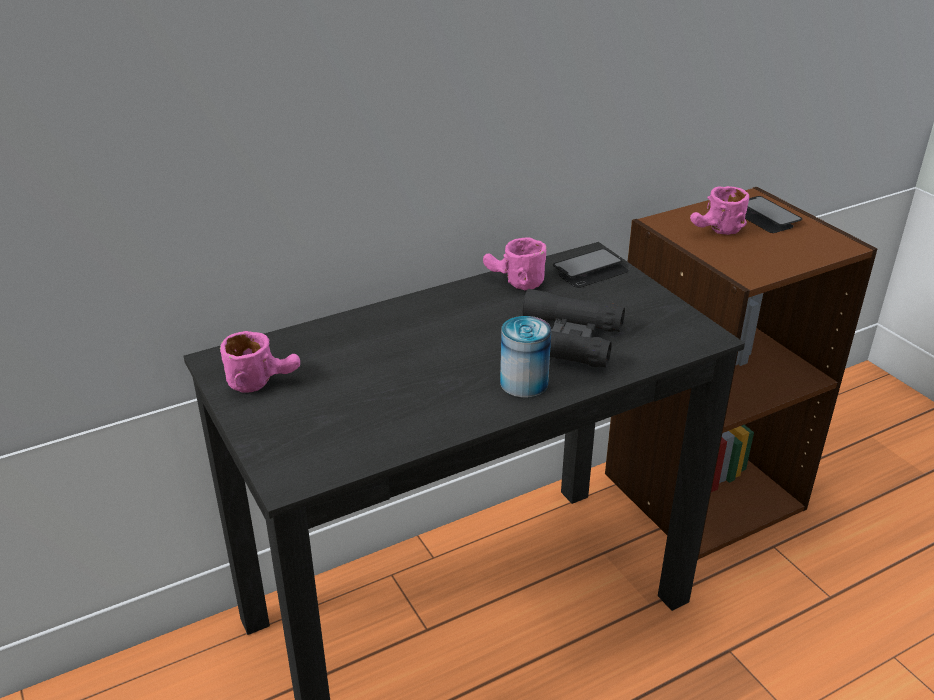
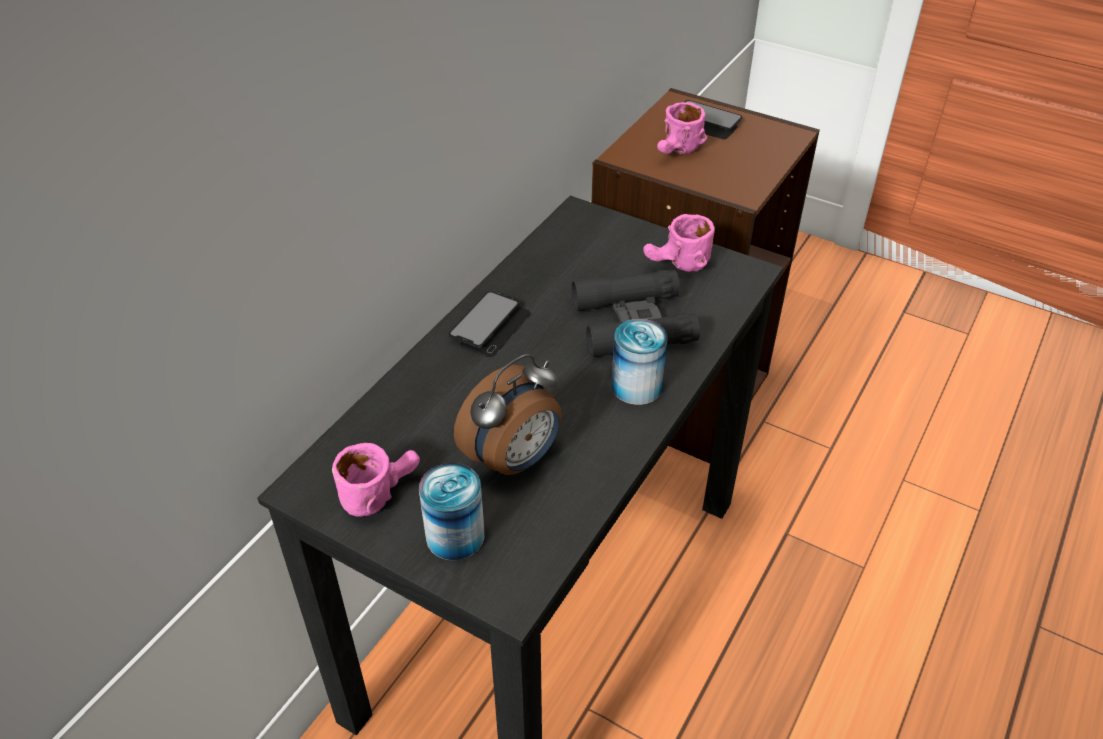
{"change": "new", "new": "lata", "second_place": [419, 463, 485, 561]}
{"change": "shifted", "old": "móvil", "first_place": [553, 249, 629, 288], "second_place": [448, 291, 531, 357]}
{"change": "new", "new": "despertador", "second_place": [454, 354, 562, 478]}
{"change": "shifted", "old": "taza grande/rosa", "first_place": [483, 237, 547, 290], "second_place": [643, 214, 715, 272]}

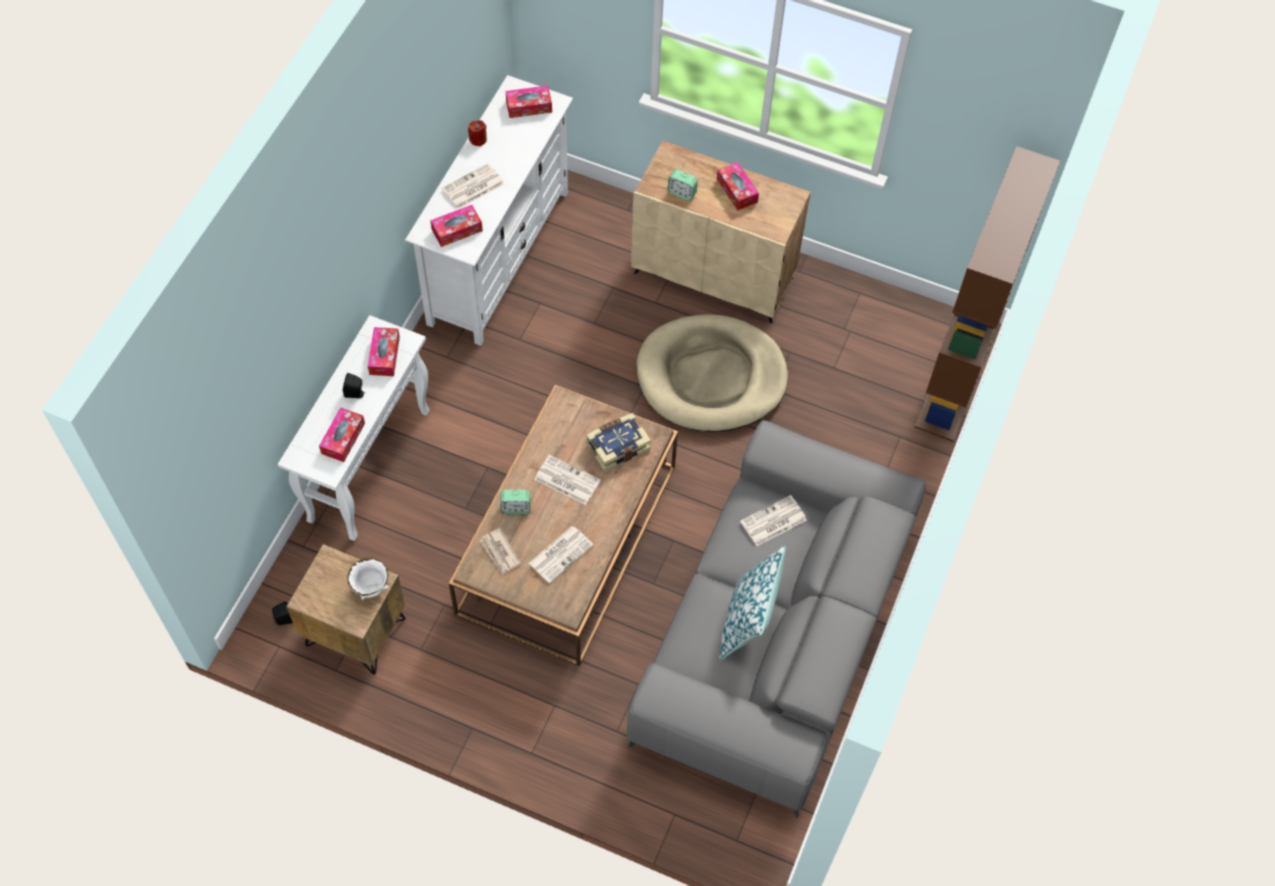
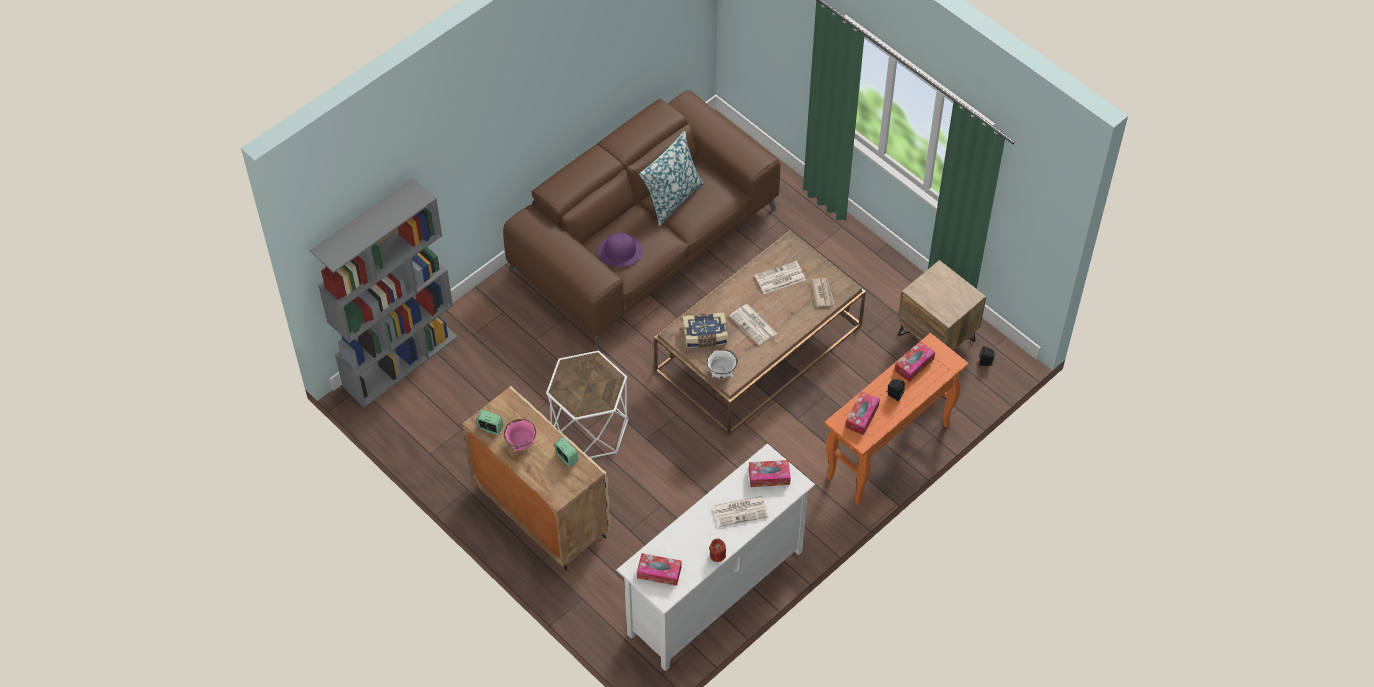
{"change": "repainted", "old": "estantería/marrón", "new": "estantería/gris", "first_place": [914, 146, 1060, 442], "second_place": [310, 178, 458, 408]}
{"change": "shifted", "old": "despertador", "first_place": [500, 490, 530, 514], "second_place": [476, 410, 503, 435]}
{"change": "repainted", "old": "sofá/gris", "new": "sofá/marrón", "first_place": [627, 420, 926, 818], "second_place": [503, 90, 780, 349]}
{"change": "swapped", "old": "caja de pañuelos", "new": "cuenco/rosa", "first_place": [717, 162, 759, 211], "second_place": [504, 419, 536, 453]}
{"change": "swapped", "old": "cama para perro/beis", "new": "mesa auxiliar/blanco", "first_place": [636, 314, 788, 432], "second_place": [546, 351, 629, 458]}
{"change": "swapped", "old": "periódico", "new": "sombrero/morado", "first_place": [740, 495, 807, 546], "second_place": [598, 233, 643, 267]}
{"change": "shifted", "old": "cuenco/blanco", "first_place": [347, 558, 389, 600], "second_place": [707, 349, 738, 379]}
{"change": "repainted", "old": "mesa consola/blanco", "new": "mesa consola/naranja", "first_place": [278, 315, 430, 541], "second_place": [824, 333, 969, 505]}

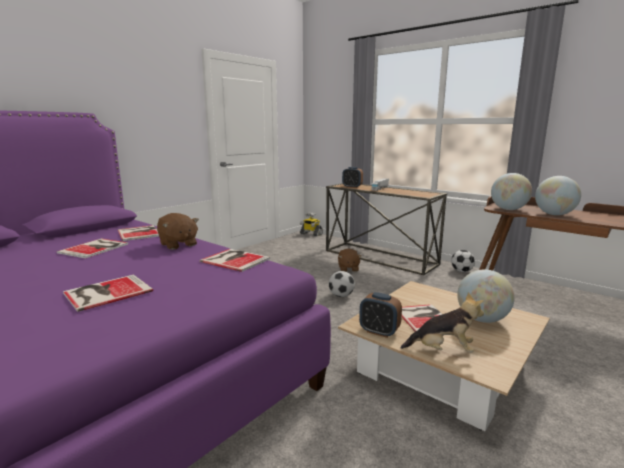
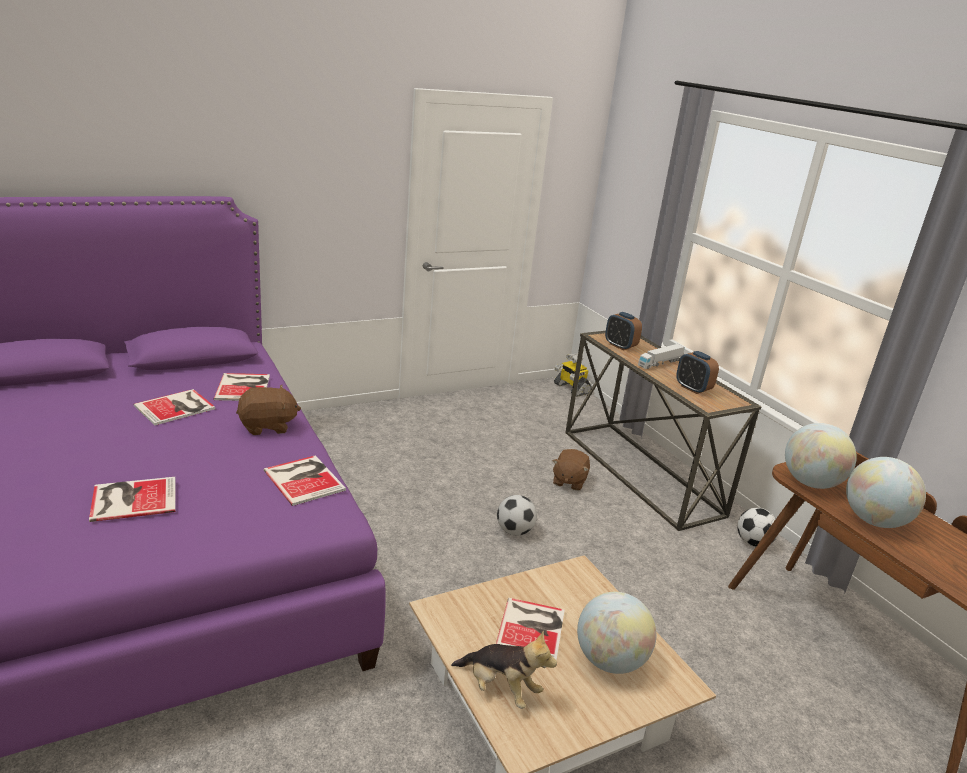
{"change": "rotated", "old": "peluche/marrón", "first_place": [157, 213, 199, 250], "second_place": [236, 385, 301, 435], "degrees": -90}
{"change": "shifted", "old": "despertador", "first_place": [359, 292, 402, 338], "second_place": [676, 351, 719, 394]}

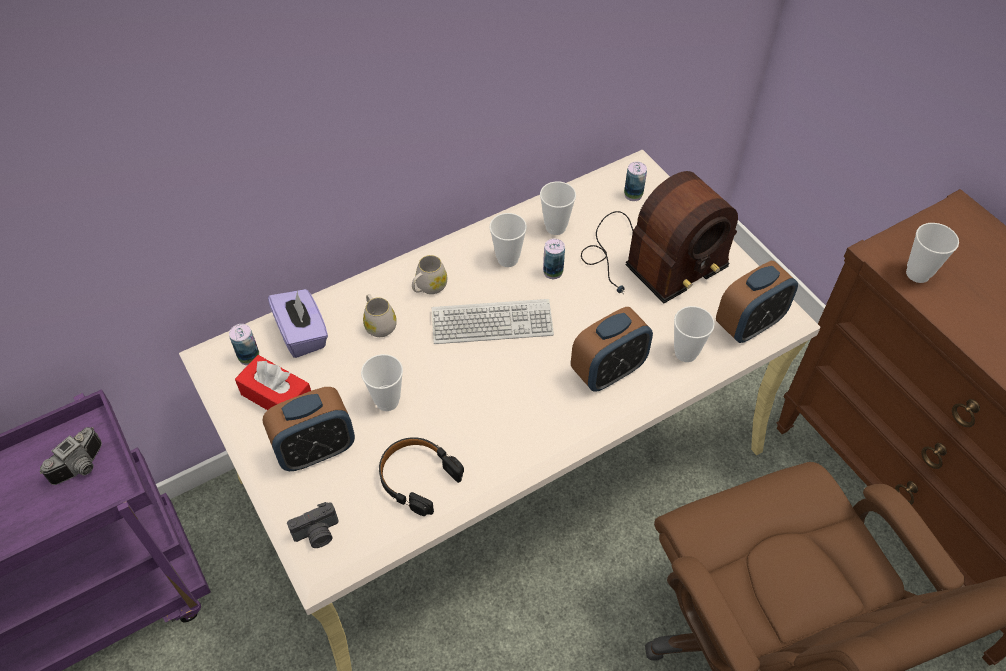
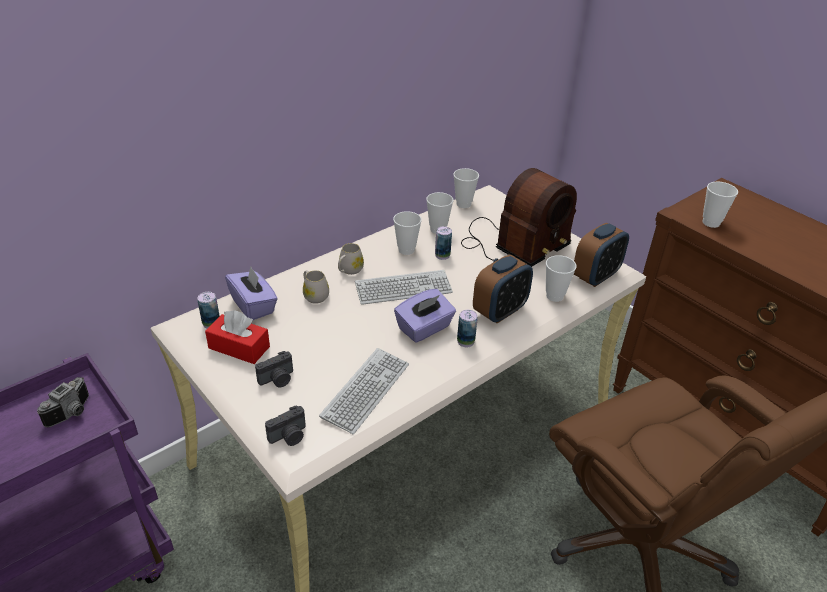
{"change": "swapped", "old": "despertador", "new": "cámara", "first_place": [262, 387, 355, 471], "second_place": [255, 351, 293, 388]}
{"change": "swapped", "old": "auriculares/negro", "new": "teclado", "first_place": [379, 437, 464, 516], "second_place": [319, 348, 409, 434]}
{"change": "new", "new": "caja de pañuelos/morado", "second_place": [394, 289, 456, 343]}
{"change": "shifted", "old": "taza", "first_place": [361, 354, 403, 411], "second_place": [453, 168, 479, 208]}
{"change": "shifted", "old": "lata", "first_place": [624, 162, 647, 201], "second_place": [457, 310, 478, 347]}

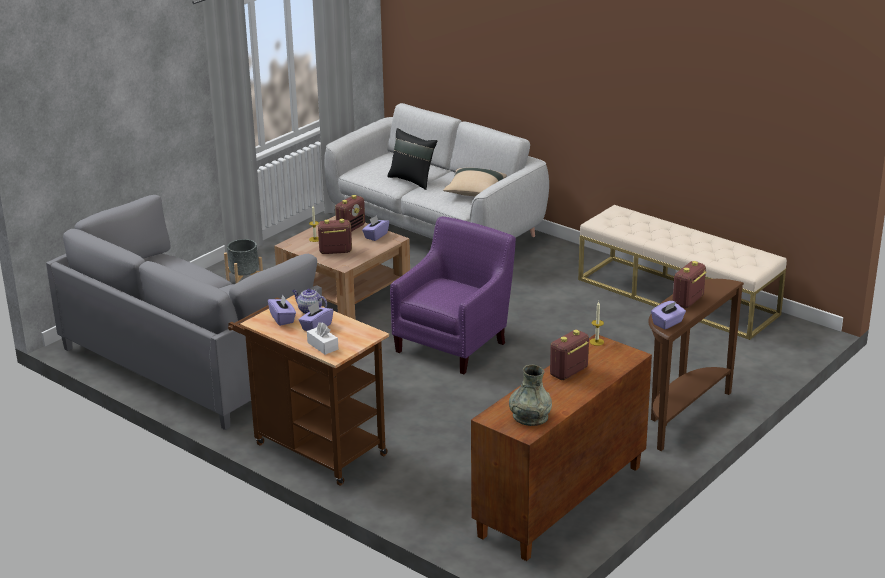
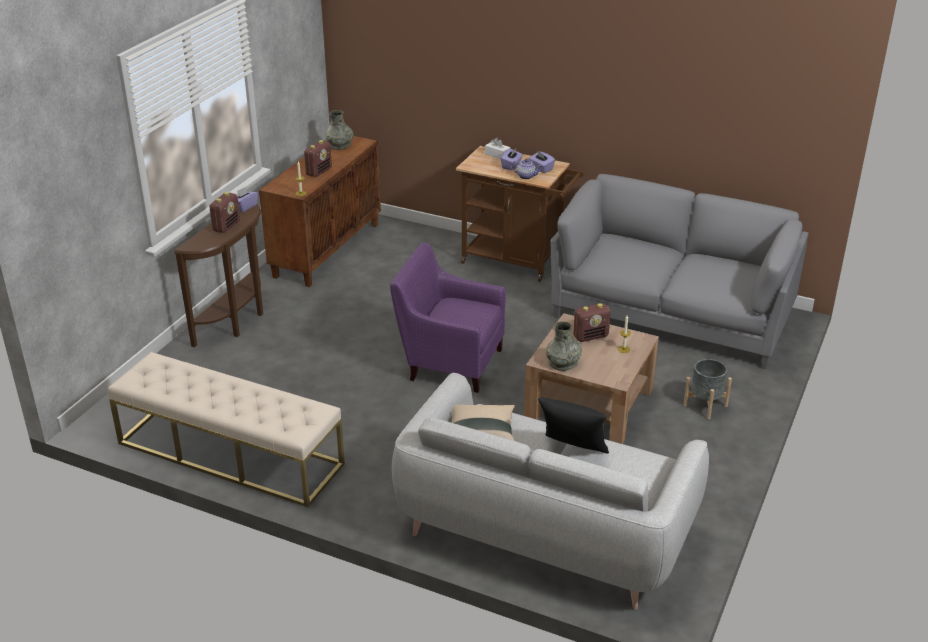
{"change": "rotated", "old": "sillón/morado", "first_place": [390, 216, 516, 374], "second_place": [390, 243, 506, 393], "degrees": 90}
{"change": "swapped", "old": "caja de pañuelos/morado", "new": "florero/gris", "first_place": [362, 215, 389, 241], "second_place": [546, 321, 582, 371]}
{"change": "gone", "old": "radio", "first_place": [335, 195, 365, 232]}

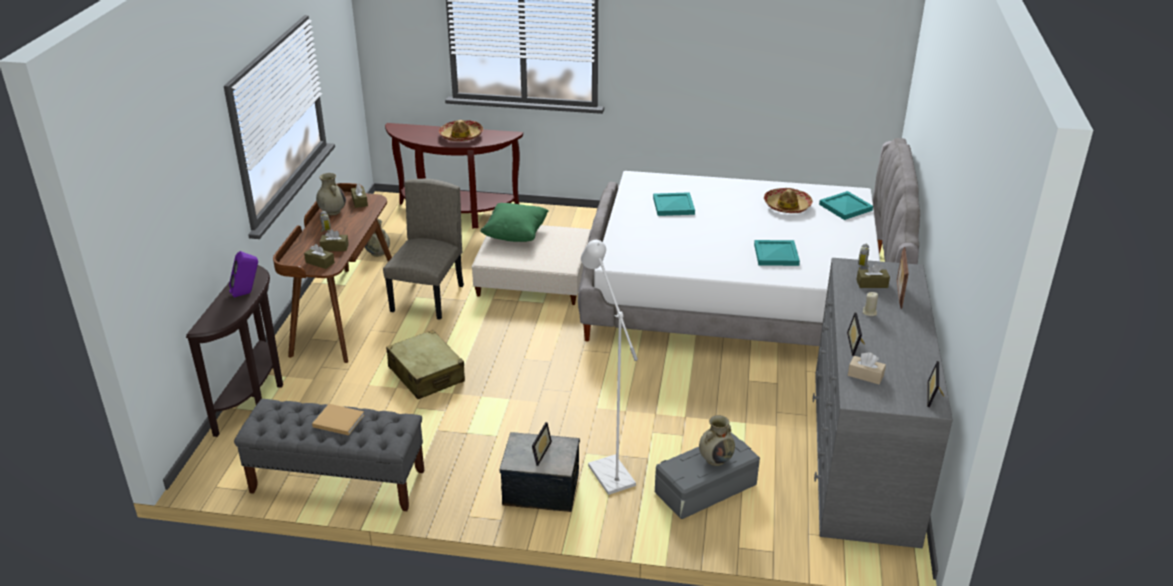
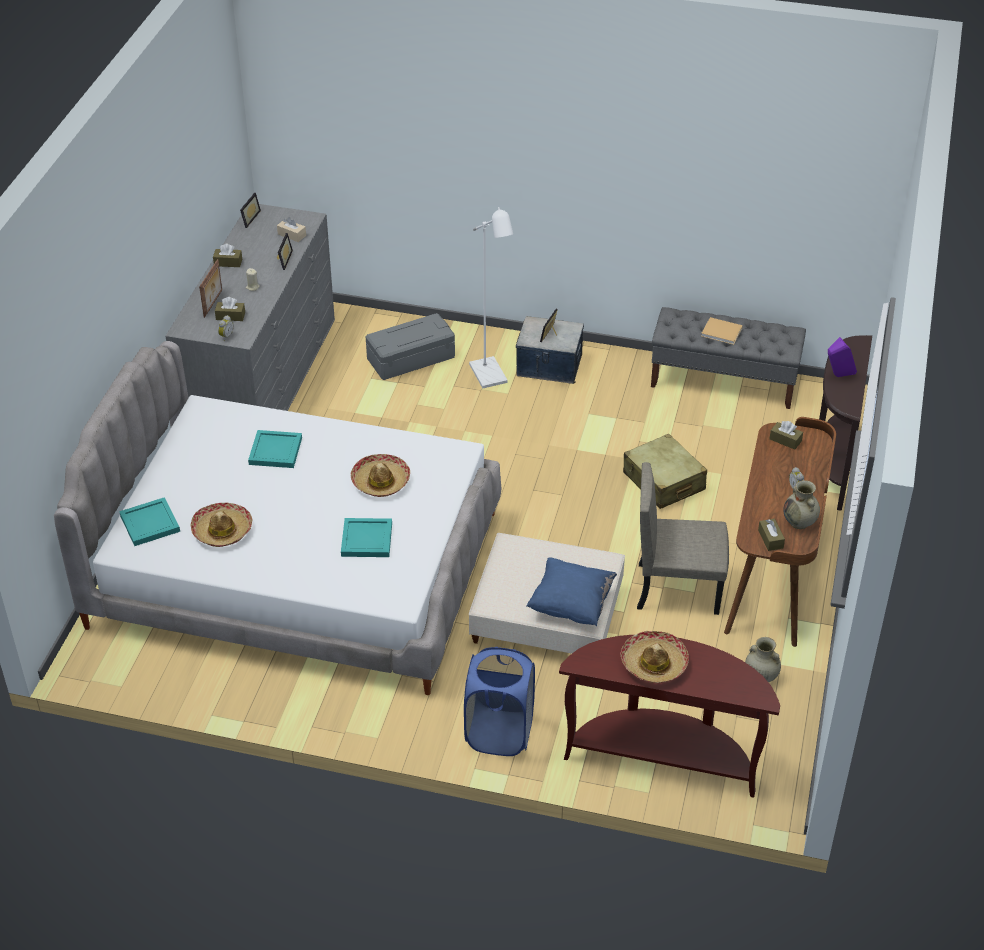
{"change": "shifted", "old": "caja de pañuelos/marrón", "first_place": [320, 229, 349, 251], "second_place": [213, 244, 242, 267]}
{"change": "new", "new": "sombrero", "second_place": [351, 454, 410, 497]}
{"change": "new", "new": "cesto de la ropa/azul", "second_place": [464, 647, 535, 756]}
{"change": "repainted", "old": "cojín/verde", "new": "cojín/azul", "first_place": [480, 203, 548, 242], "second_place": [526, 557, 617, 626]}
{"change": "rotated", "old": "silla/beis", "first_place": [383, 179, 464, 320], "second_place": [637, 462, 729, 615], "degrees": 75}
{"change": "gone", "old": "florero/beis", "first_place": [699, 415, 735, 466]}

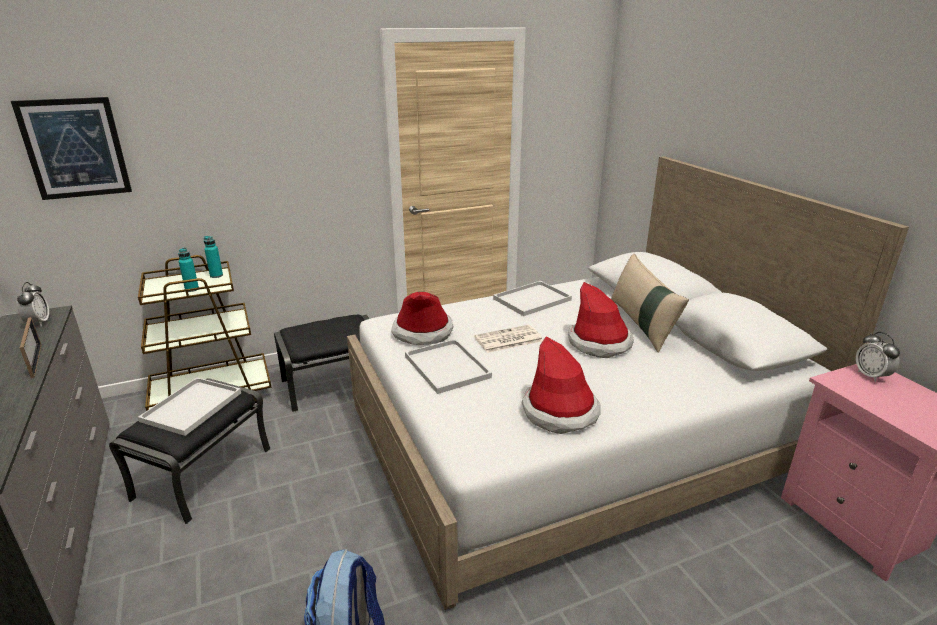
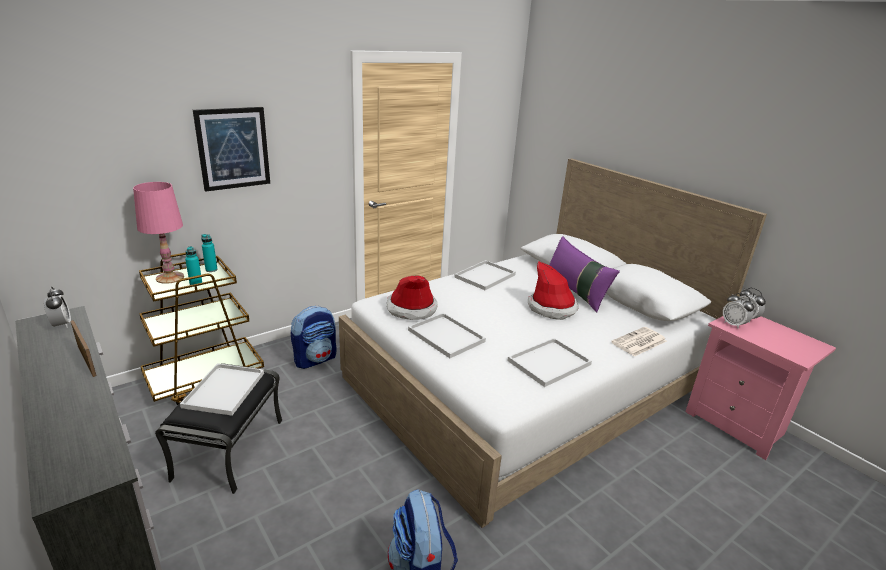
{"change": "new", "new": "lámpara de mesa/rosa", "second_place": [133, 182, 184, 284]}
{"change": "shifted", "old": "cuadro", "first_place": [11, 97, 132, 200], "second_place": [193, 107, 270, 192]}
{"change": "swapped", "old": "puf/negro", "new": "mochila", "first_place": [274, 314, 369, 412], "second_place": [291, 306, 337, 369]}
{"change": "swapped", "old": "sombrero", "new": "bandeja/blanco", "first_place": [522, 337, 600, 434], "second_place": [507, 338, 592, 387]}
{"change": "repainted", "old": "cojín/beis", "new": "cojín/morado", "first_place": [611, 254, 689, 353], "second_place": [549, 236, 620, 312]}
{"change": "shifted", "old": "periódico", "first_place": [474, 325, 543, 353], "second_place": [611, 327, 667, 357]}
{"change": "new", "new": "despertador", "second_place": [723, 293, 754, 329]}

